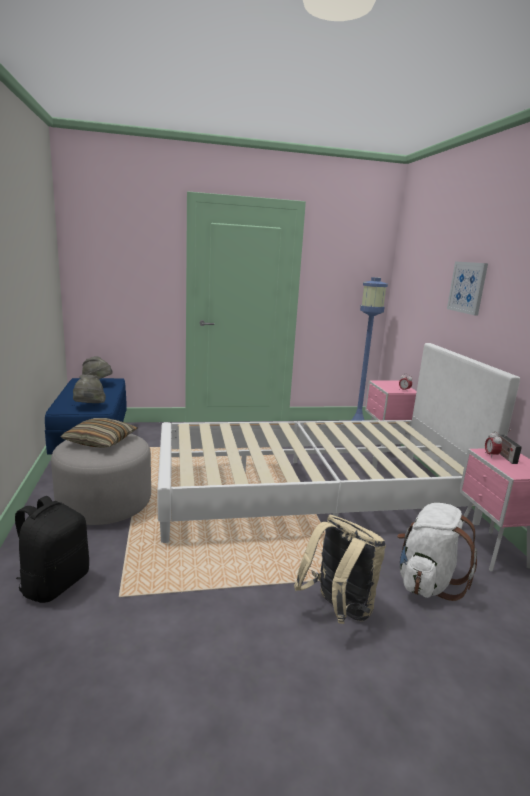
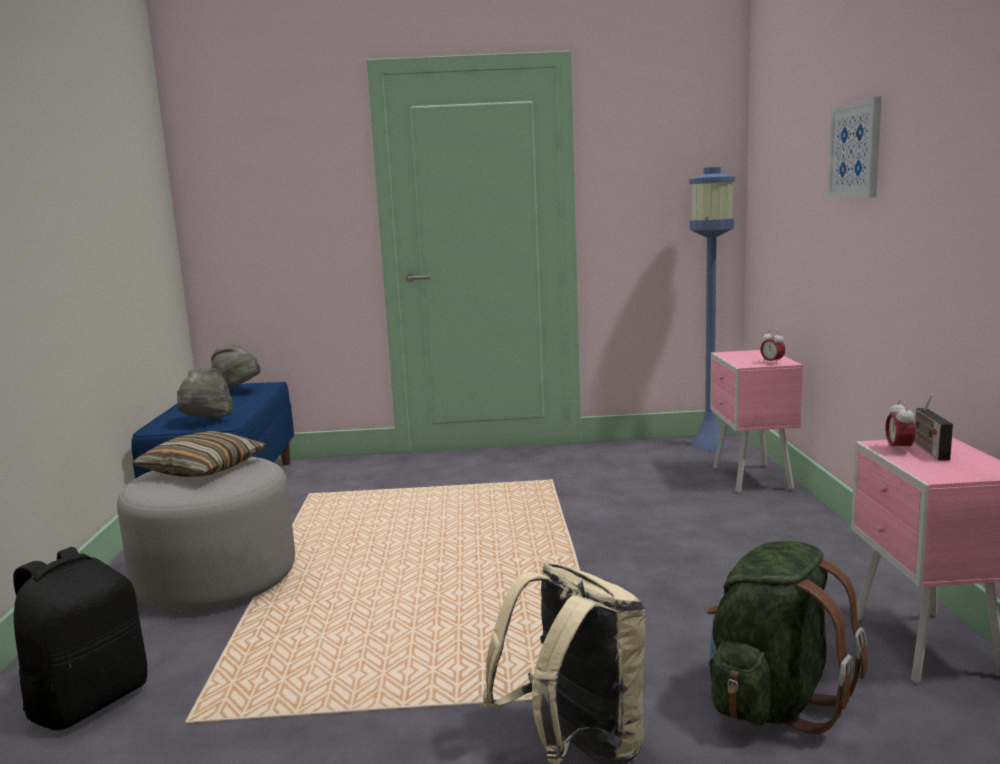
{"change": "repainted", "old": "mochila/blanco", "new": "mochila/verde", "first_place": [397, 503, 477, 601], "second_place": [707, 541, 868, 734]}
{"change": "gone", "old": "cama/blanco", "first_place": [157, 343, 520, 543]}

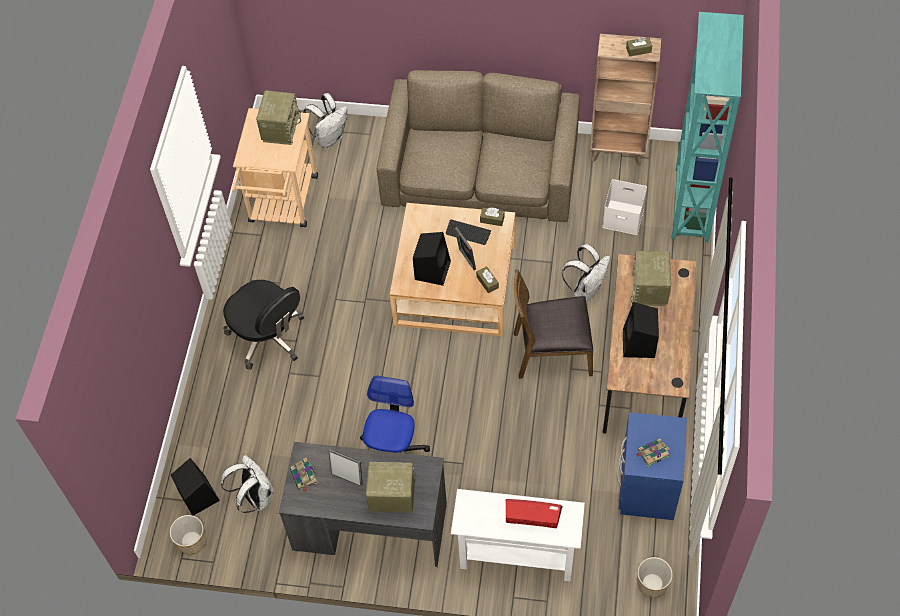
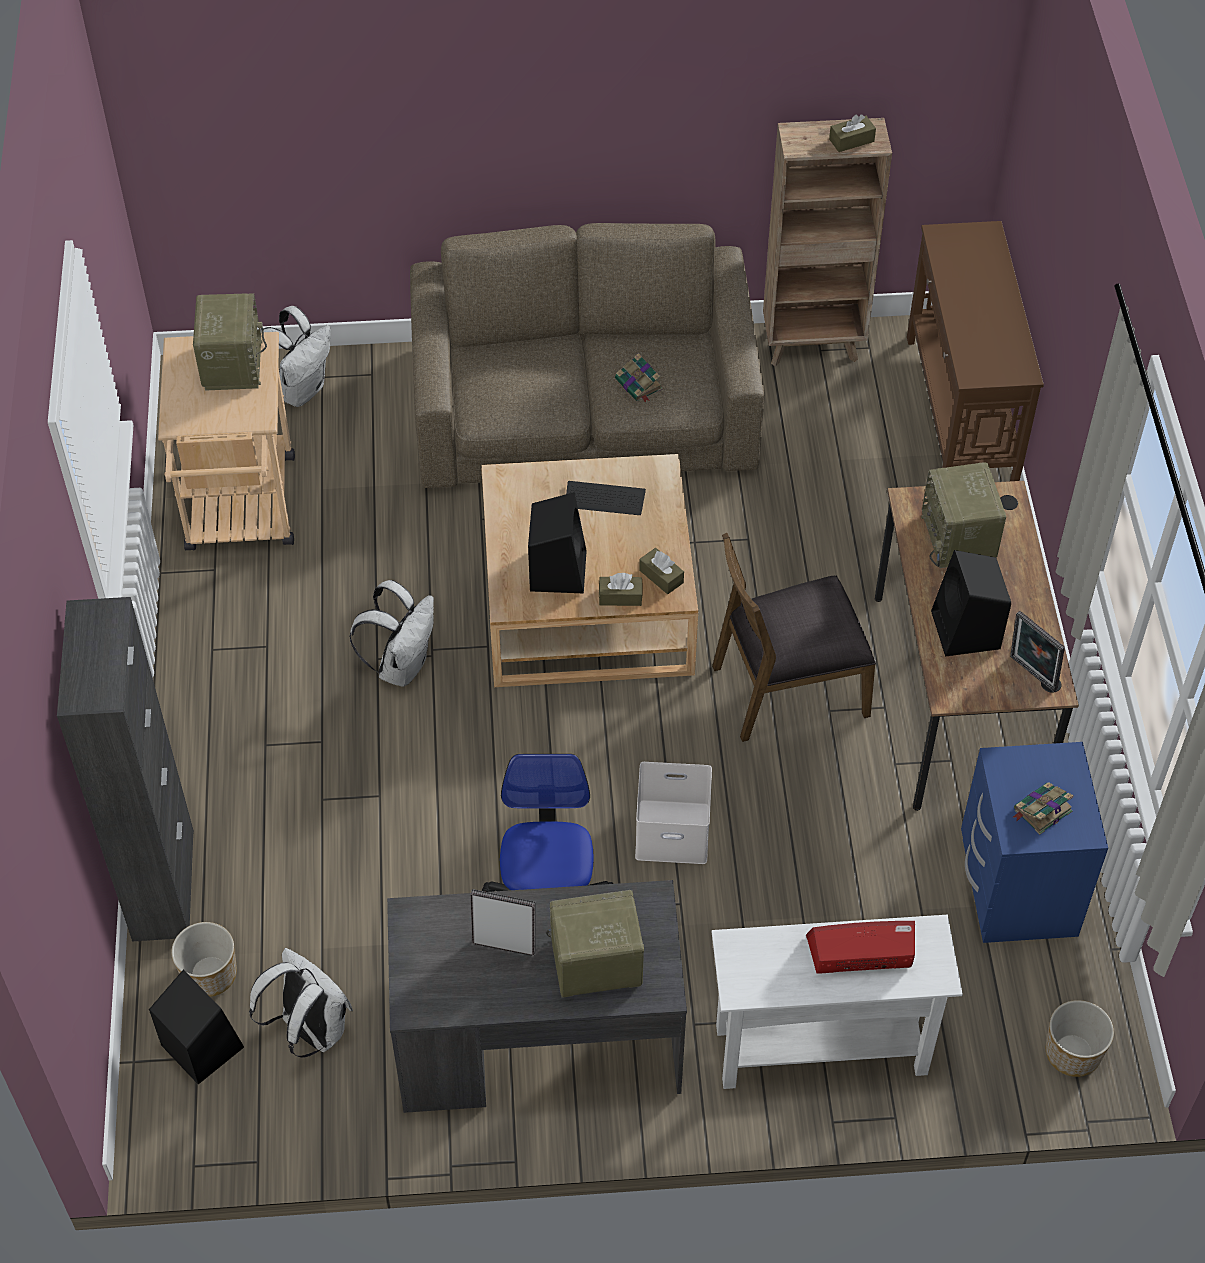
{"change": "new", "new": "armario/negro", "second_place": [57, 597, 194, 942]}
{"change": "shifted", "old": "maceta", "first_place": [170, 515, 206, 555], "second_place": [171, 922, 237, 997]}
{"change": "shifted", "old": "mochila/blanco", "first_place": [562, 244, 610, 301], "second_place": [350, 580, 434, 687]}
{"change": "shifted", "old": "caja de pañuelos/marrón", "first_place": [480, 208, 505, 226], "second_place": [599, 573, 643, 606]}
{"change": "shifted", "old": "libro", "first_place": [290, 457, 318, 492], "second_place": [615, 353, 663, 403]}
{"change": "shifted", "old": "caja de almacenaje/blanco", "first_place": [602, 179, 647, 235], "second_place": [635, 762, 712, 864]}
{"change": "swapped", "old": "estantería/turquesa", "new": "mesa consola/marrón", "first_place": [671, 12, 744, 242], "second_place": [907, 221, 1044, 481]}
{"change": "shifted", "old": "portarretratos", "first_place": [455, 227, 476, 270], "second_place": [1010, 611, 1065, 692]}
{"change": "gone", "old": "silla de oficina/negro", "first_place": [223, 280, 304, 369]}

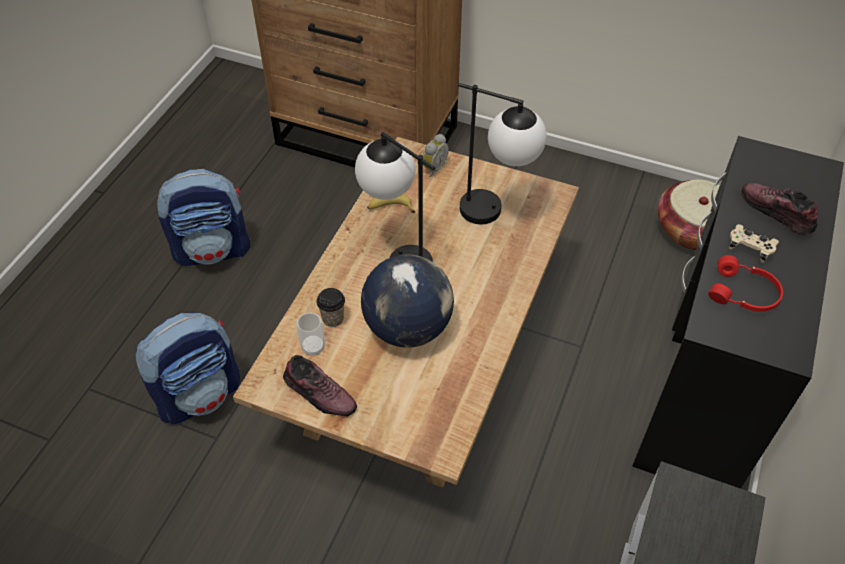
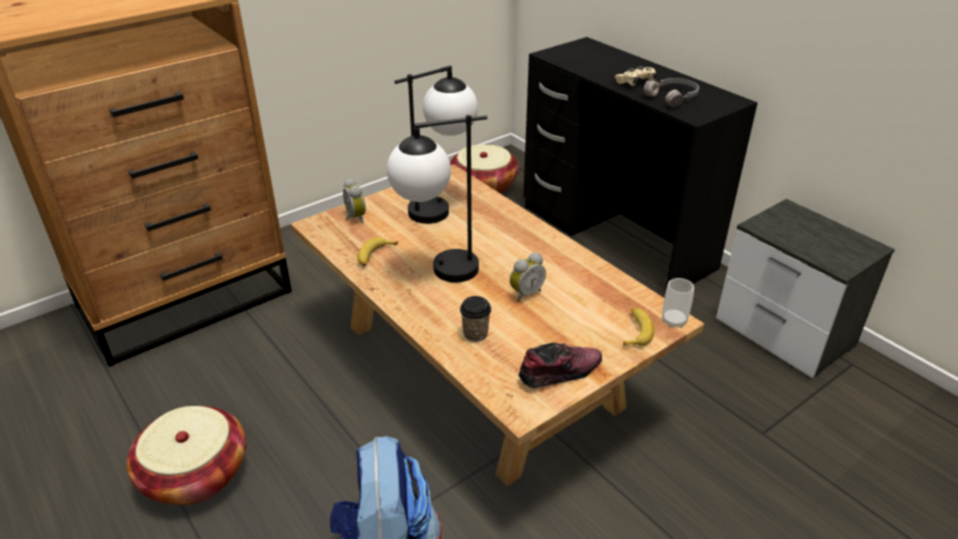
{"change": "swapped", "old": "mochila", "new": "cesta", "first_place": [157, 169, 250, 266], "second_place": [126, 406, 246, 505]}
{"change": "swapped", "old": "globo terráqueo", "new": "despertador", "first_place": [361, 254, 454, 348], "second_place": [510, 253, 546, 302]}
{"change": "new", "new": "plátano", "second_place": [623, 308, 654, 346]}
{"change": "repainted", "old": "auriculares/rojo", "new": "auriculares/gris", "first_place": [708, 255, 783, 312], "second_place": [644, 78, 699, 107]}
{"change": "shifted", "old": "taza", "first_place": [297, 312, 325, 355], "second_place": [662, 278, 694, 328]}
{"change": "gone", "old": "zapato", "first_place": [741, 183, 818, 236]}

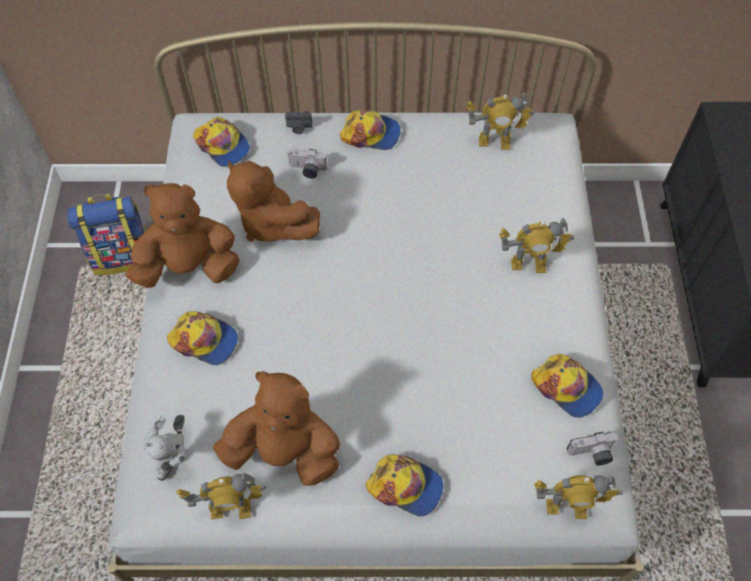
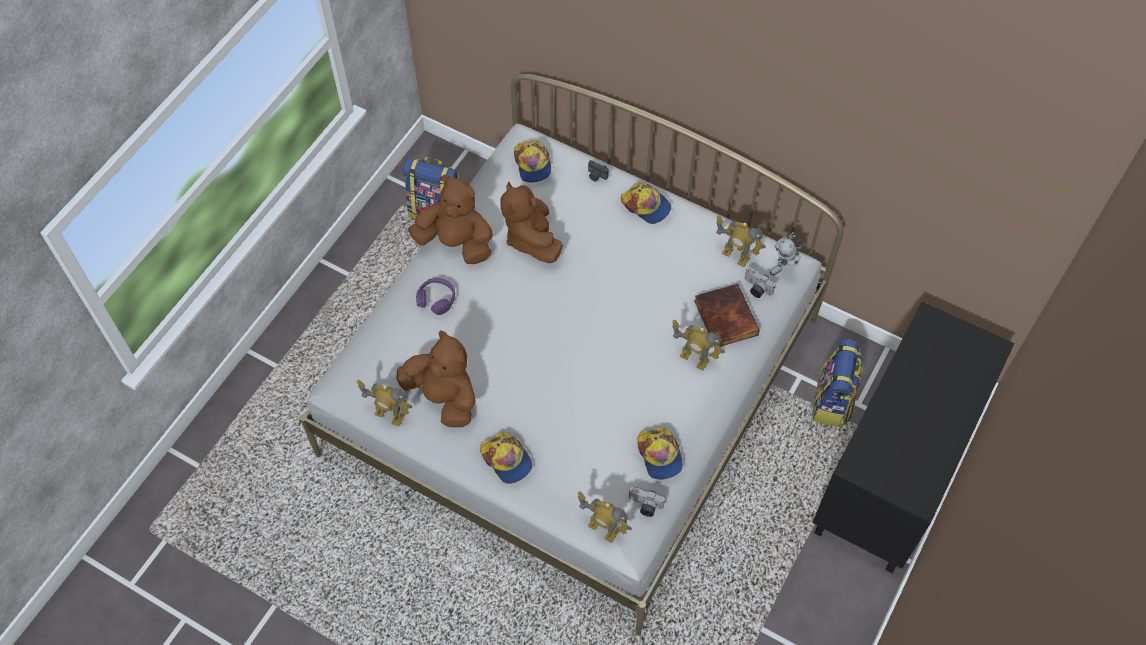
{"change": "swapped", "old": "gorra", "new": "auriculares/morado", "first_place": [167, 311, 238, 365], "second_place": [416, 278, 455, 315]}
{"change": "new", "new": "libro", "second_place": [694, 284, 760, 347]}
{"change": "shifted", "old": "cámara", "first_place": [288, 149, 328, 179], "second_place": [745, 267, 776, 298]}
{"change": "shifted", "old": "robot de juguete", "first_place": [143, 415, 188, 481], "second_place": [770, 232, 805, 275]}
{"change": "new", "new": "mochila", "second_place": [813, 339, 863, 428]}

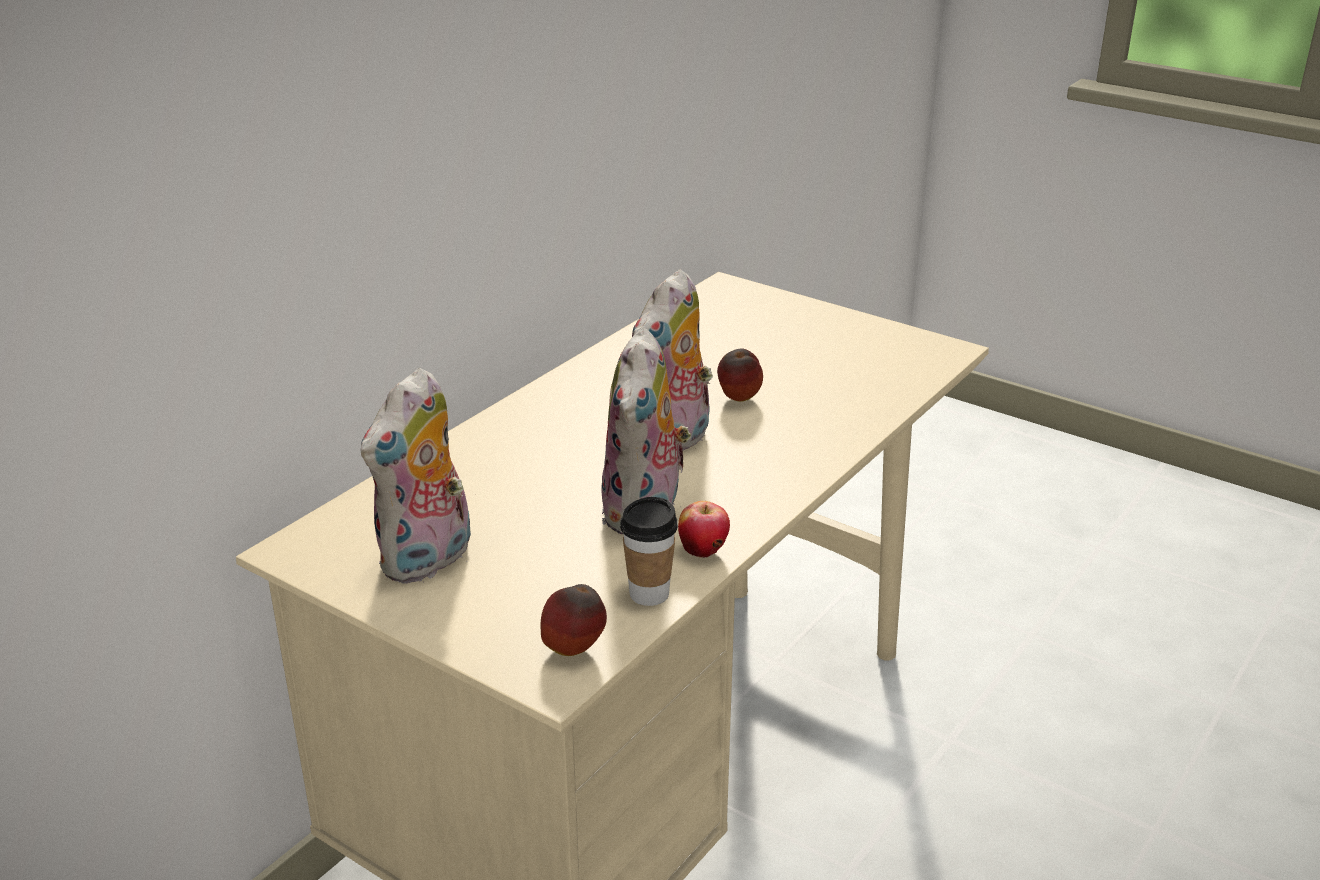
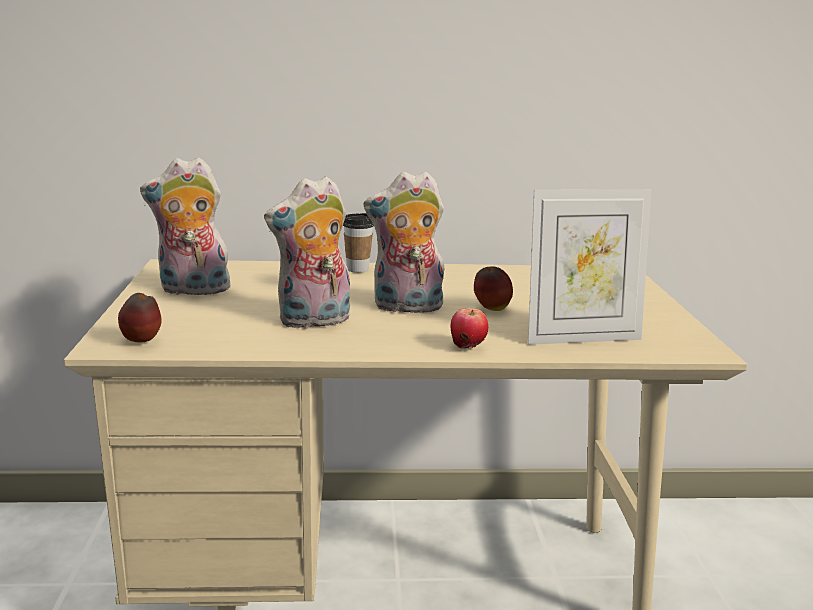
{"change": "shifted", "old": "taza", "first_place": [620, 497, 678, 606], "second_place": [343, 213, 374, 273]}
{"change": "shifted", "old": "manzana", "first_place": [678, 501, 730, 558], "second_place": [451, 308, 488, 349]}
{"change": "new", "new": "portarretratos", "second_place": [528, 189, 652, 345]}

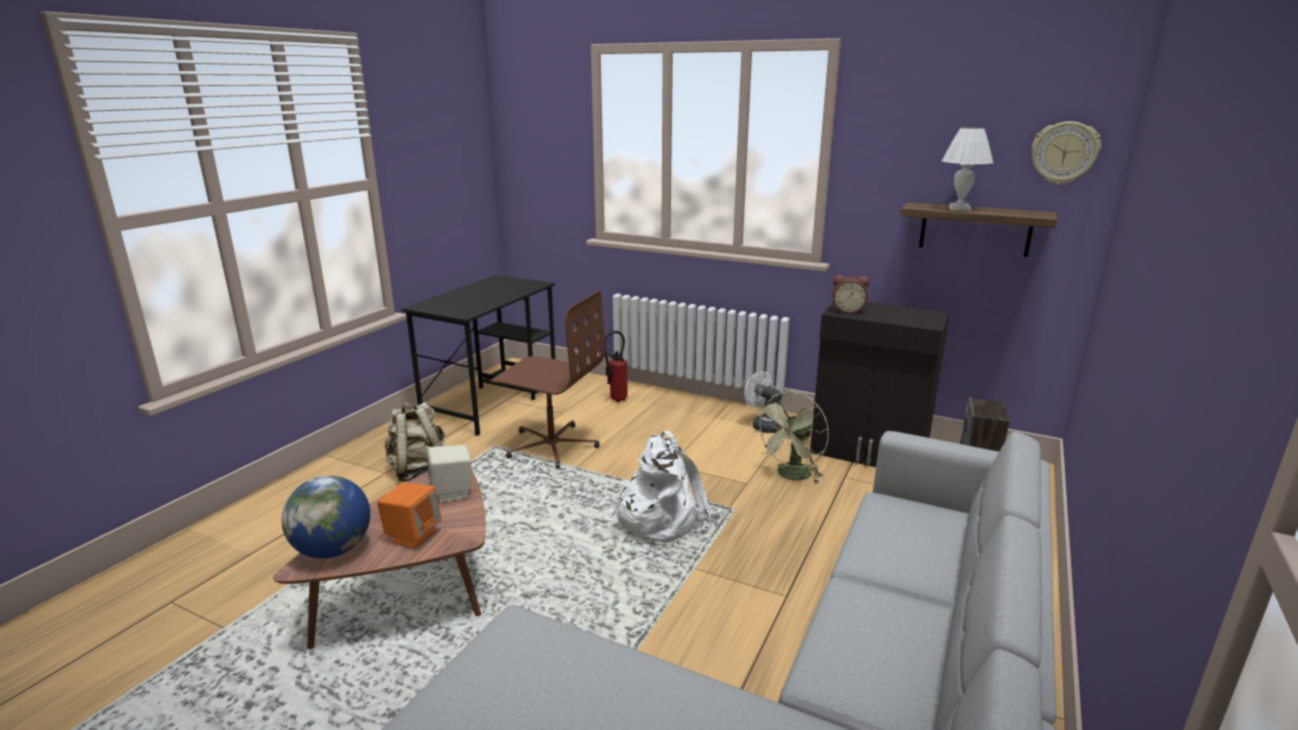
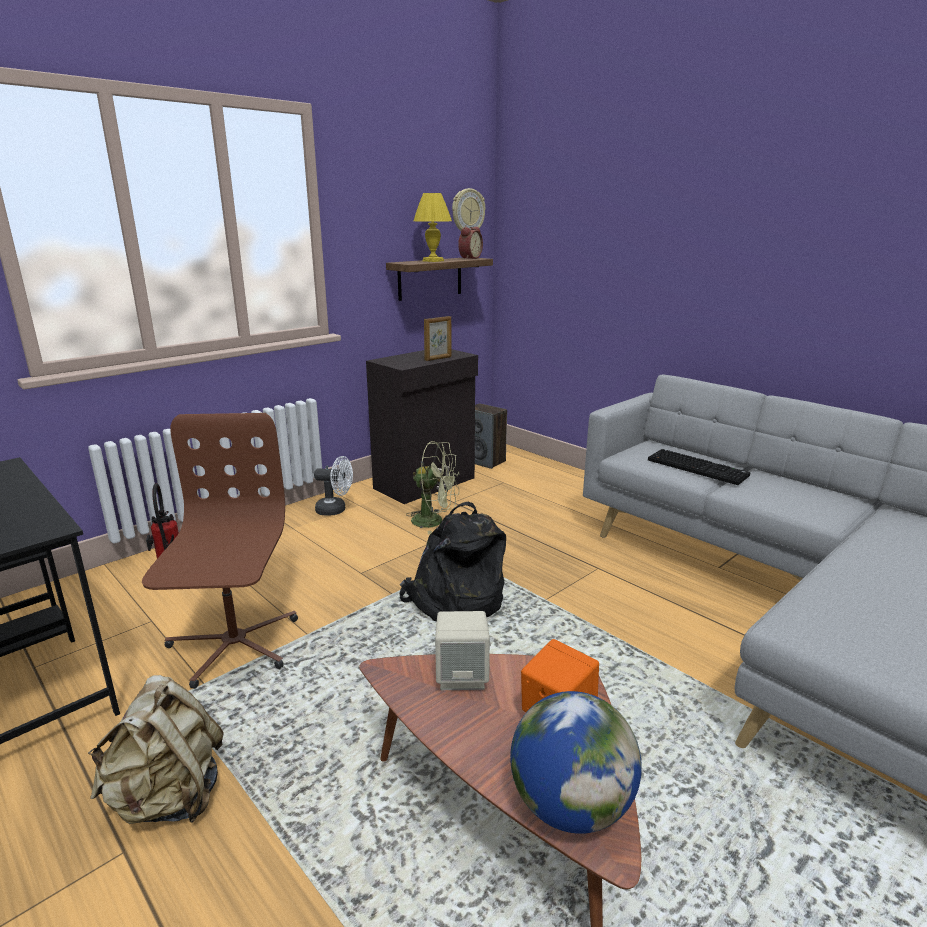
{"change": "rotated", "old": "silla de oficina/marrón", "first_place": [491, 290, 605, 469], "second_place": [142, 413, 298, 689], "degrees": -45}
{"change": "rotated", "old": "ventilador/blanco", "first_place": [744, 371, 782, 433], "second_place": [314, 456, 353, 516], "degrees": -150}
{"change": "repainted", "old": "mochila/blanco", "new": "mochila/negro", "first_place": [612, 431, 711, 542], "second_place": [400, 501, 506, 621]}
{"change": "rotated", "old": "ventilador/verde", "first_place": [753, 391, 829, 484], "second_place": [406, 441, 459, 534], "degrees": -45}
{"change": "repainted", "old": "lámpara de mesa/blanco", "new": "lámpara de mesa/amarillo", "first_place": [942, 128, 993, 211], "second_place": [413, 193, 452, 262]}
{"change": "new", "new": "portarretratos", "second_place": [424, 316, 452, 361]}
{"change": "shifted", "old": "despertador", "first_place": [832, 275, 870, 313], "second_place": [458, 227, 483, 259]}
{"change": "new", "new": "teclado", "second_place": [648, 449, 750, 485]}

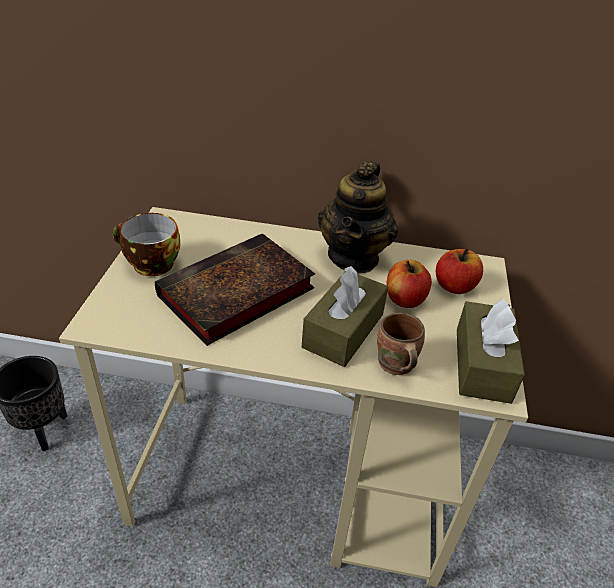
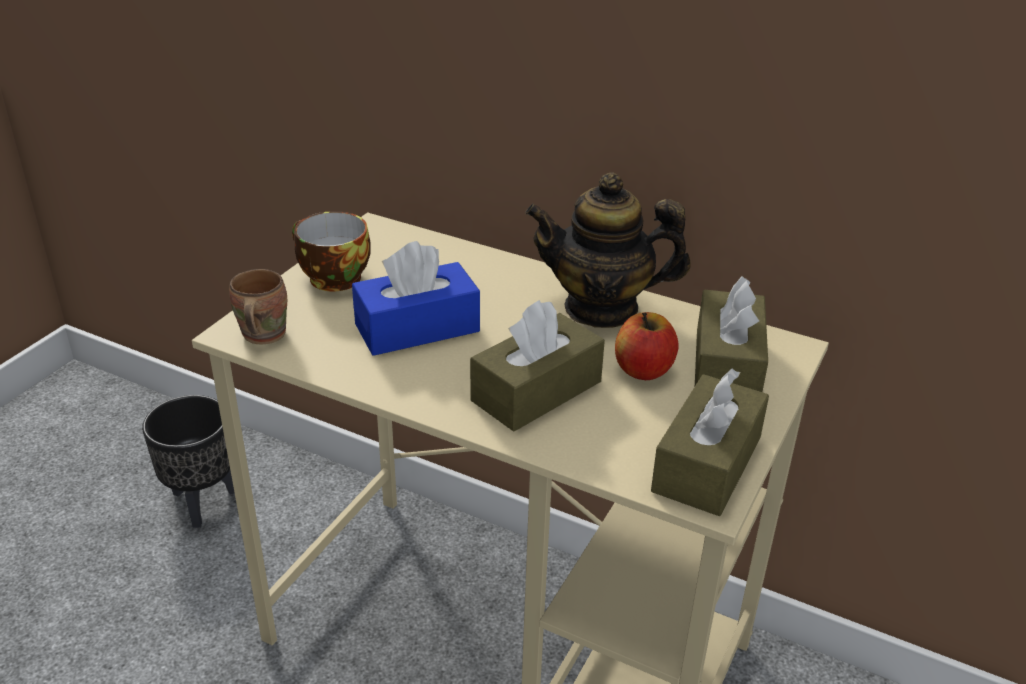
{"change": "shifted", "old": "taza grande/marrón", "first_place": [377, 313, 425, 375], "second_place": [229, 269, 287, 344]}
{"change": "swapped", "old": "libro", "new": "caja de pañuelos/azul", "first_place": [155, 233, 315, 346], "second_place": [352, 241, 480, 356]}
{"change": "rotated", "old": "tetera", "first_place": [318, 161, 398, 273], "second_place": [525, 173, 690, 328], "degrees": 60}
{"change": "swapped", "old": "manzana", "new": "caja de pañuelos/marrón", "first_place": [436, 248, 483, 294], "second_place": [695, 276, 768, 392]}

